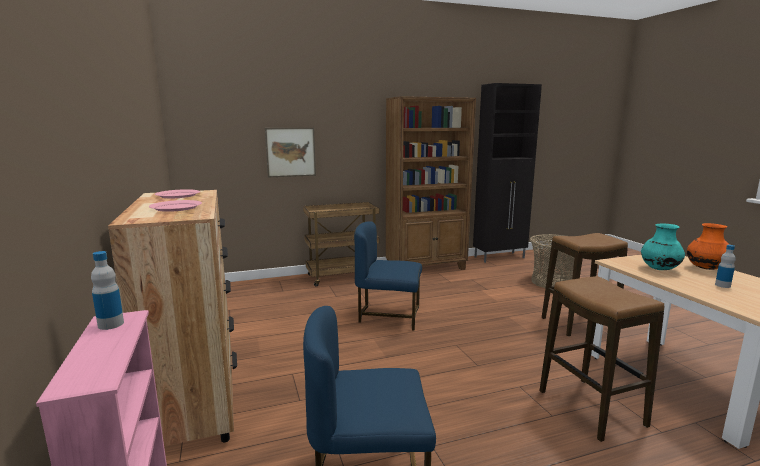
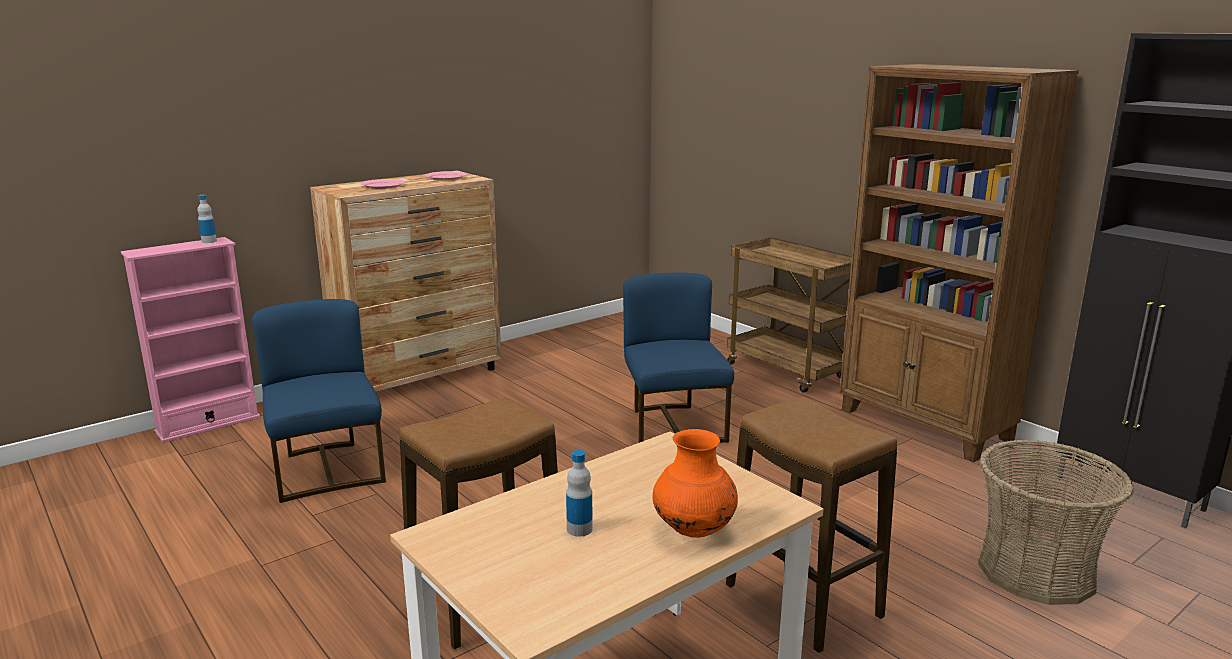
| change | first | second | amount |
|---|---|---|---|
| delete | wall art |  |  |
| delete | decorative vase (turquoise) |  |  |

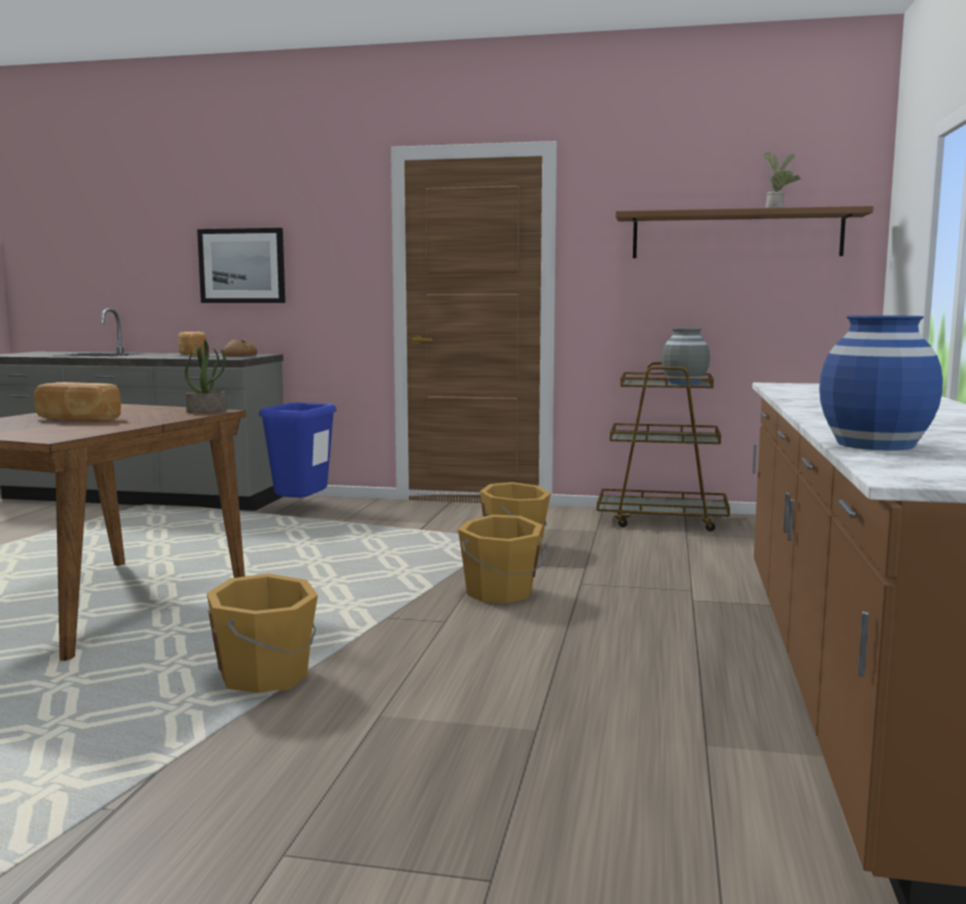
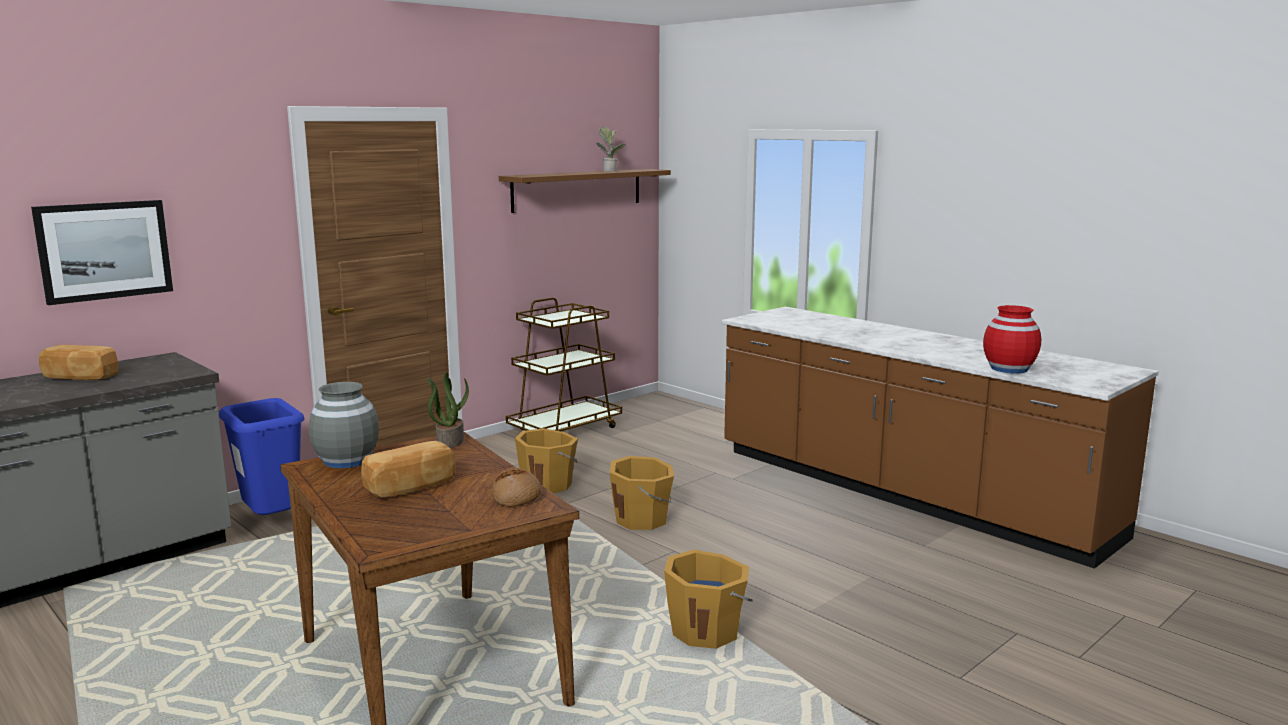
| change | first | second | amount |
|---|---|---|---|
| move | bakery bread (3rd from left) |  |  |
| move | decorative vase (gray) |  |  |
| recolor | decorative vase (blue) | decorative vase (reddish) |  |

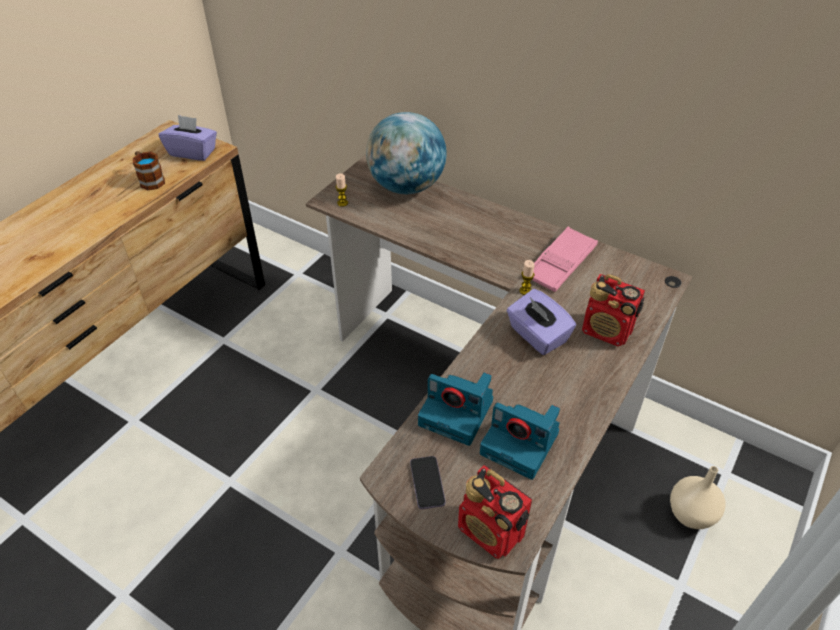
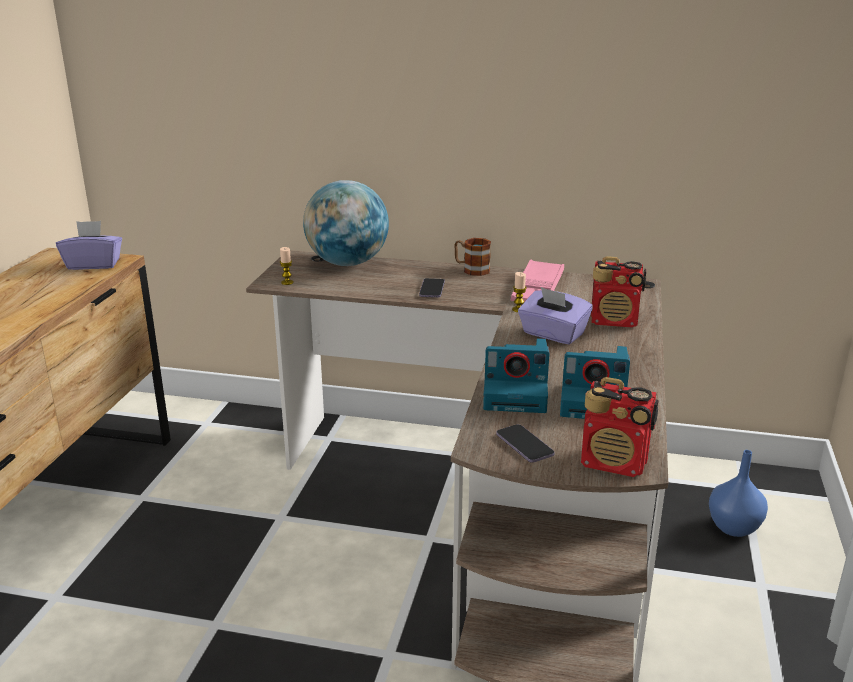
| change | first | second | amount |
|---|---|---|---|
| insert |  | telephone (1st from left) |  |
| move | tea mug |  |  |
| recolor | decorative vase (sand-coloured) | decorative vase (blue) |  |

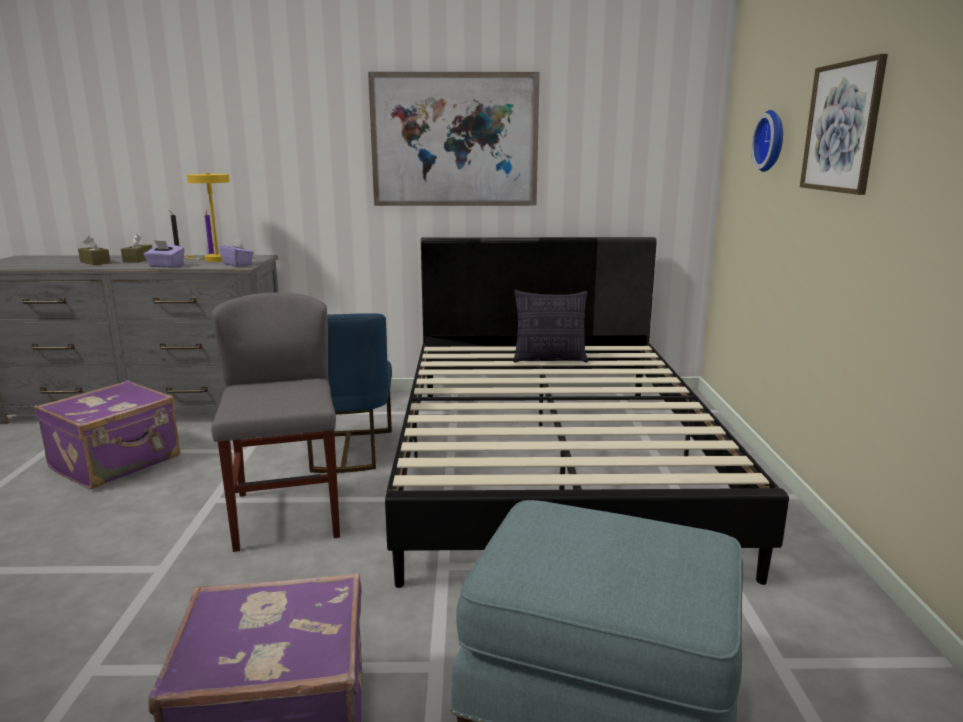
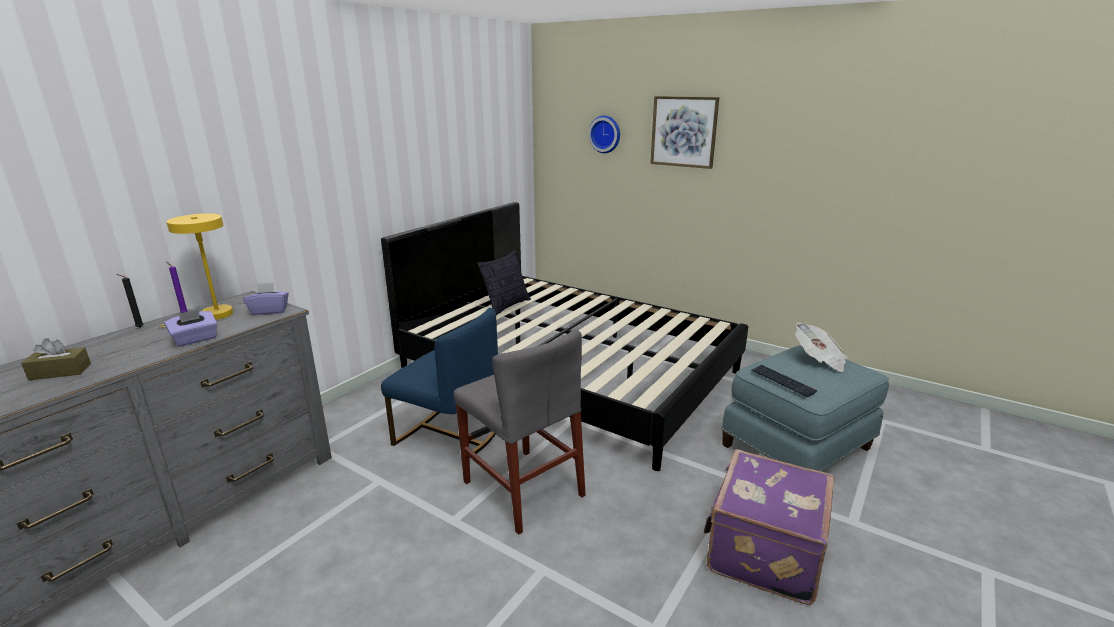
| change | first | second | amount |
|---|---|---|---|
| delete | suitcase (purple-coloured) (1st from left) |  |  |
| delete | tissue holder (brown-coloured) (2nd from left) |  |  |
| delete | wall art (1st from left) |  |  |
| insert |  | PC keyboard |  |
| insert |  | printed paper |  |
| rotate | plain chair (gray) |  | 150 degrees counterclockwise |

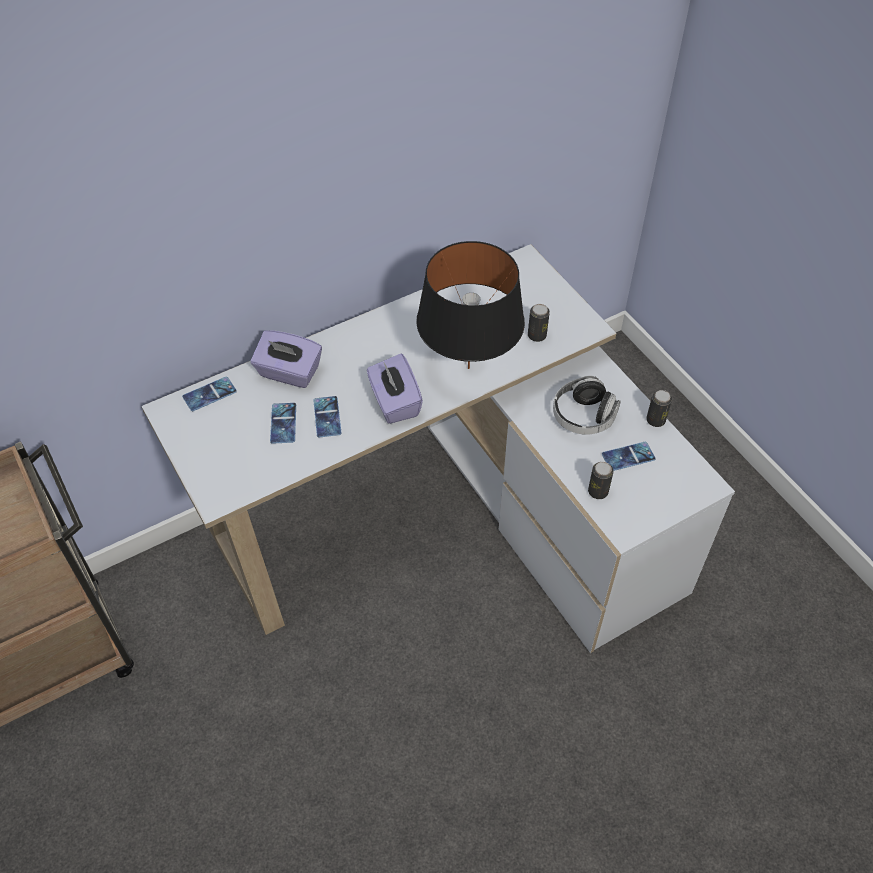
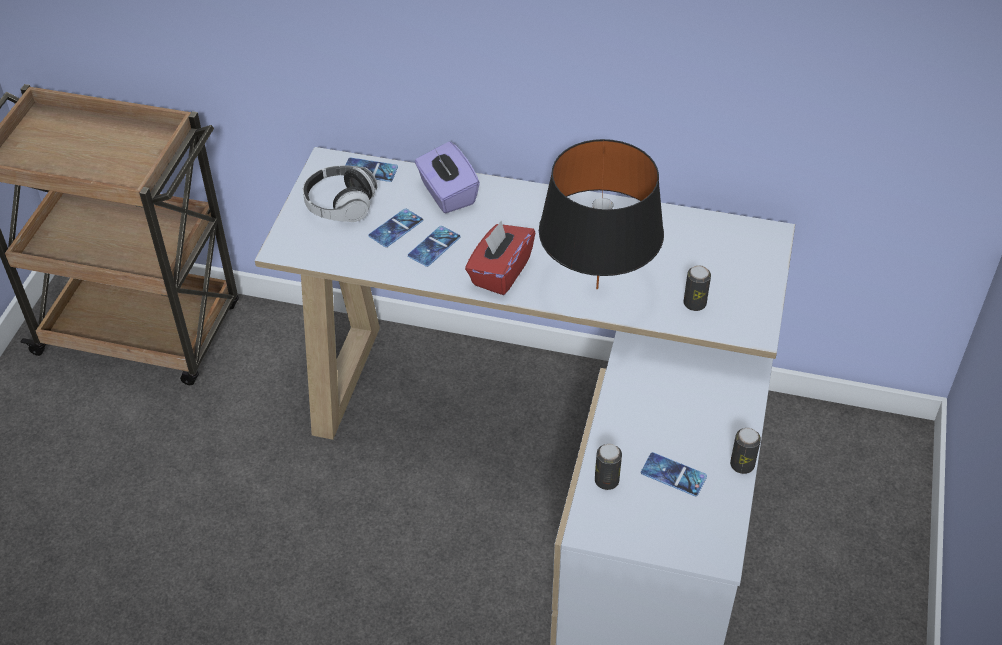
| change | first | second | amount |
|---|---|---|---|
| move | headphones |  |  |
| recolor | tissue holder (purple-coloured) (2nd from left) | tissue holder (reddish) |  |

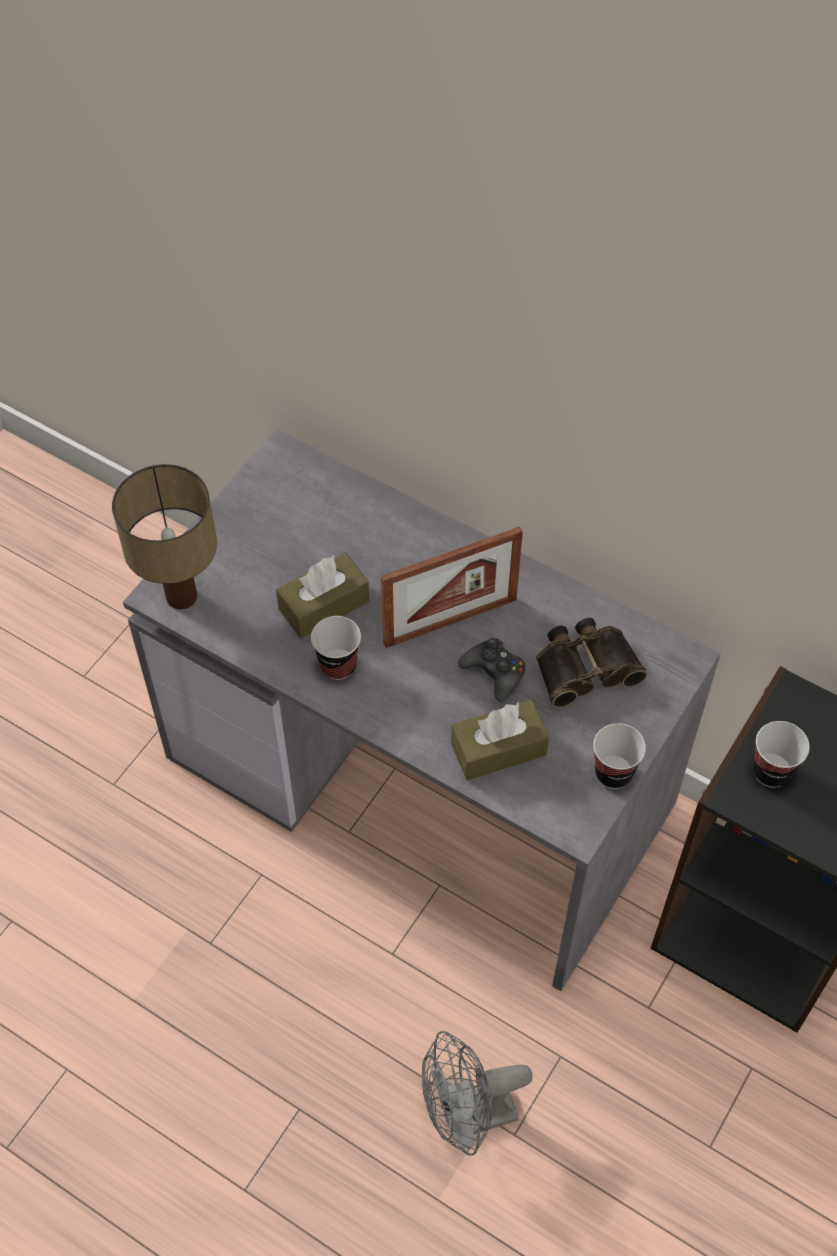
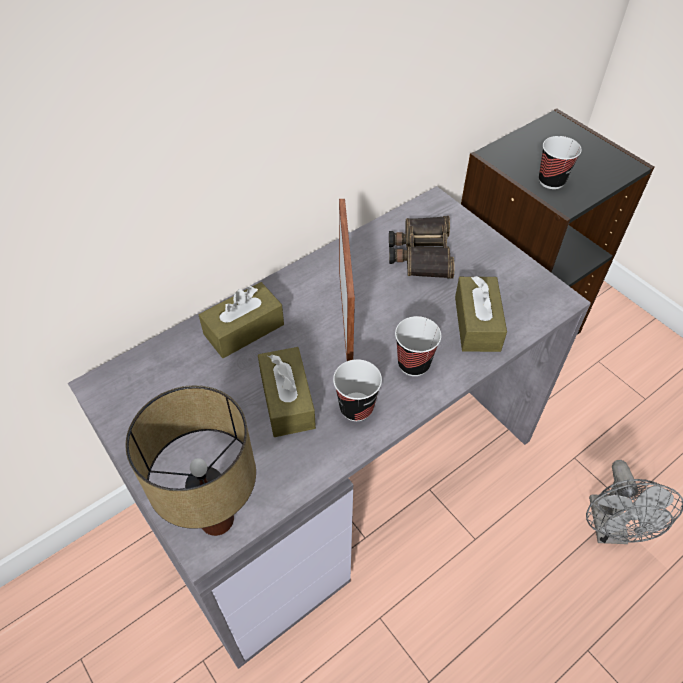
| change | first | second | amount |
|---|---|---|---|
| delete | game controller (black) |  |  |
| insert |  | tissue holder (brown-coloured) (1st from left) |  |
| move | cup (2nd from left) |  |  |

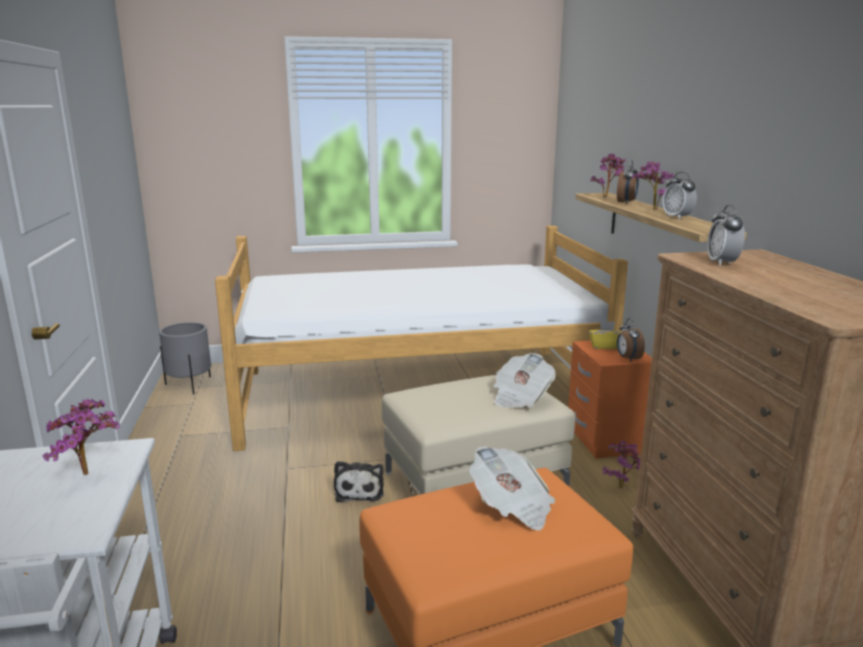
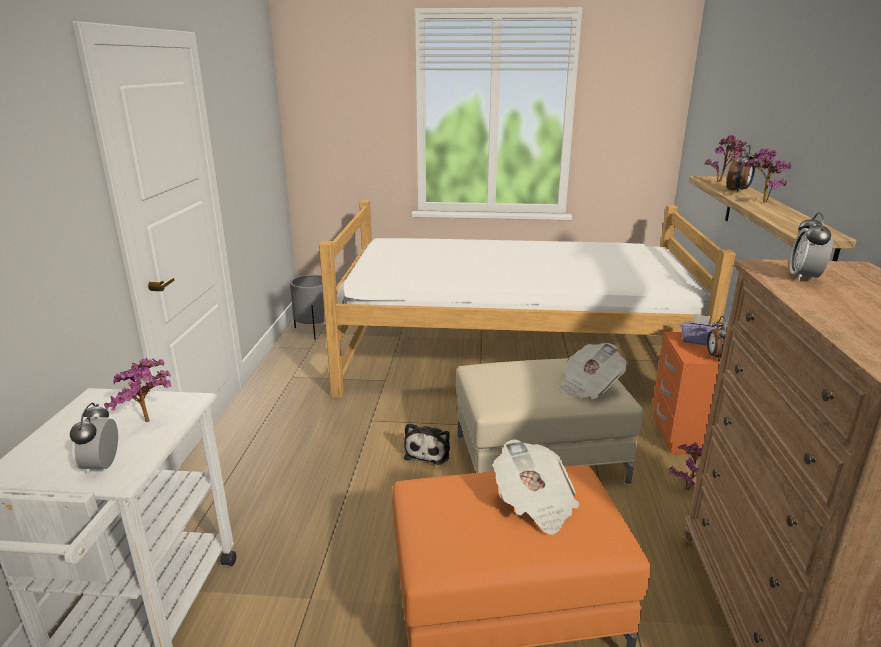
| change | first | second | amount |
|---|---|---|---|
| move | table clock (3rd from left in the first image) | table clock (1st from left) |  |
| recolor | tissue holder (yellow-coloured) | tissue holder (purple-coloured) |  |

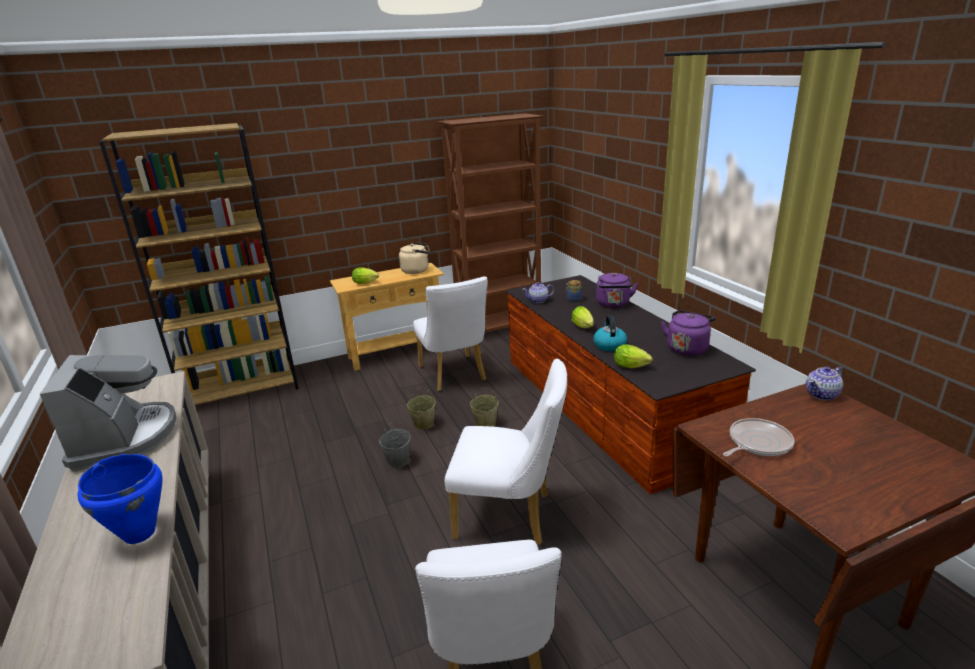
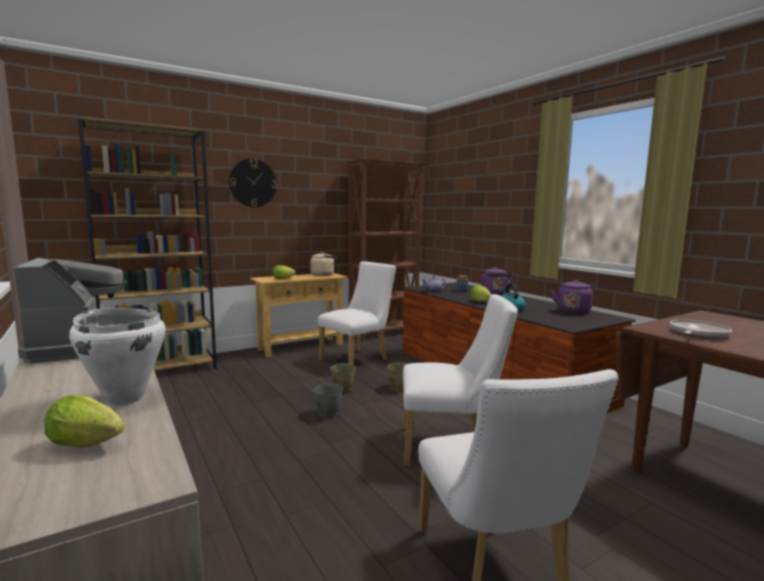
| change | first | second | amount |
|---|---|---|---|
| delete | tea pot (2nd from left) |  |  |
| insert |  | hanging clock |  |
| move | head of lettuce (3rd from left in the first image) | head of lettuce (1st from left) |  |
| recolor | stockpot (blue) | stockpot (white) |  |
| rotate | plain chair (white) (1st from left) |  | 105 degrees counterclockwise |

